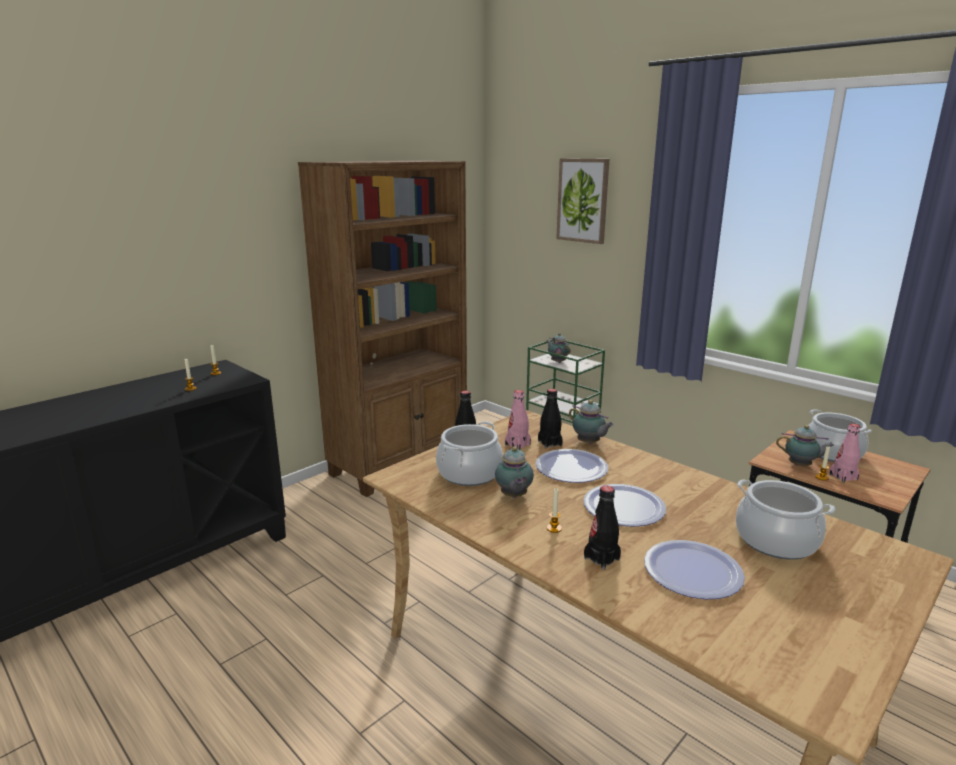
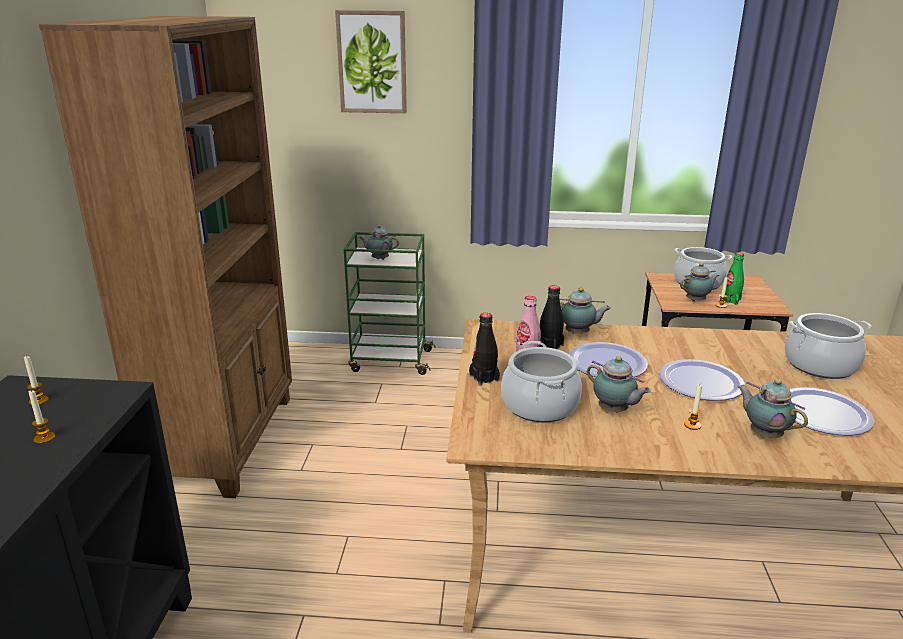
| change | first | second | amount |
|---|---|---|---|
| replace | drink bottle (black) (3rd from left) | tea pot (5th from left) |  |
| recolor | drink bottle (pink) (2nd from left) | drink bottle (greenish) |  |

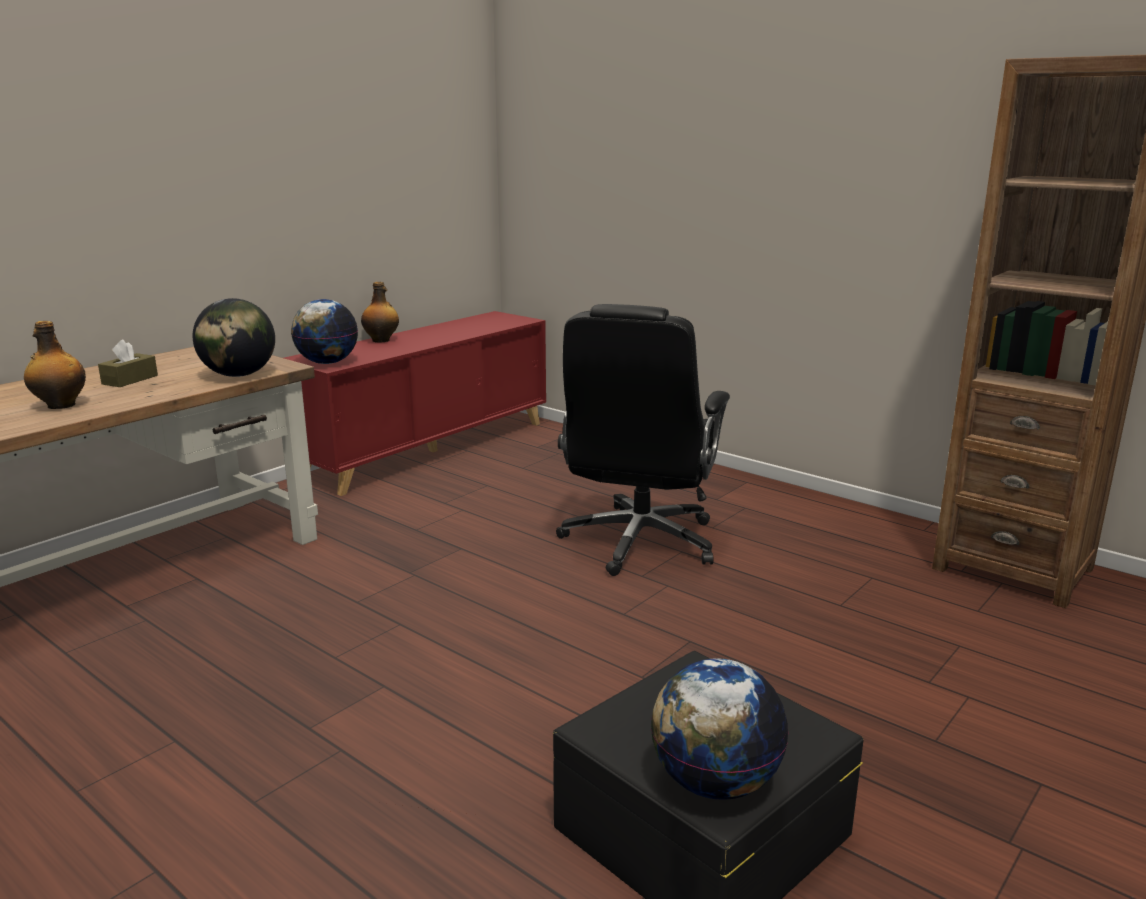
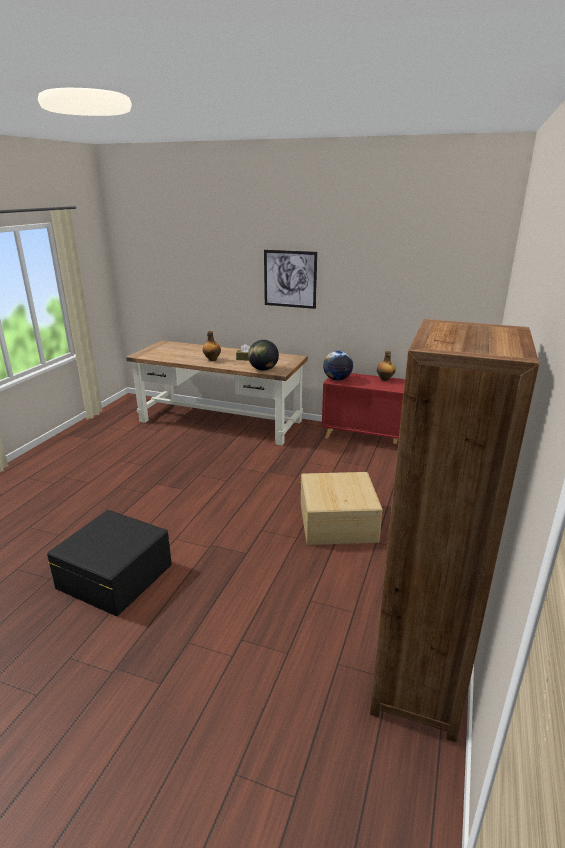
| change | first | second | amount |
|---|---|---|---|
| delete | desk globe (3rd from left) |  |  |
| insert |  | wall art |  |
| replace | office chair (black) | storage bin (sand-coloured) |  |

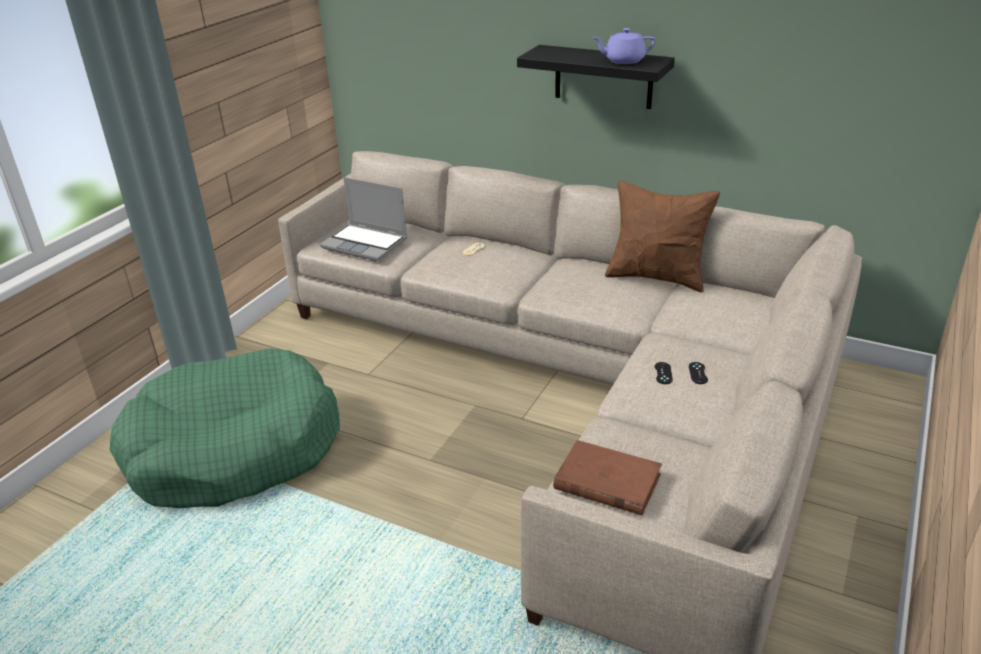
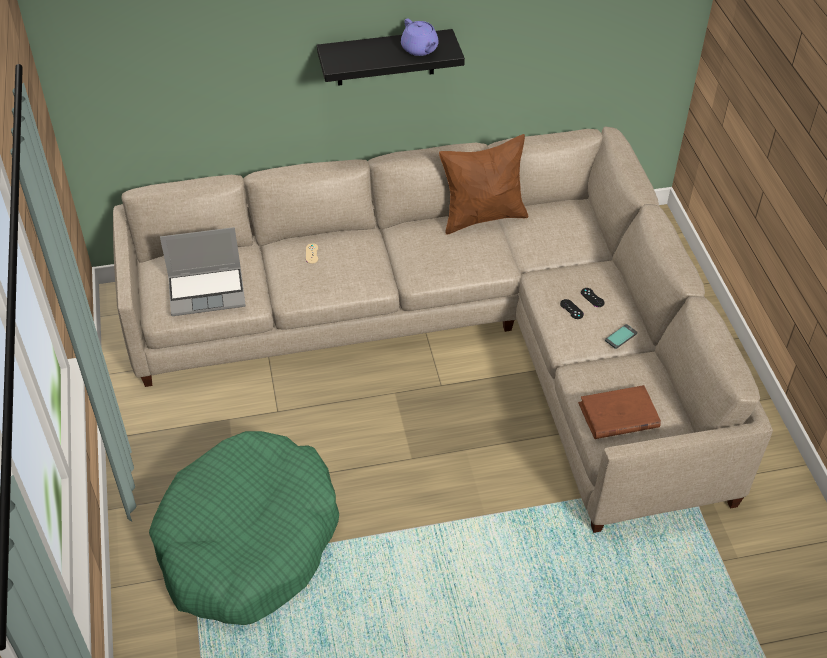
| change | first | second | amount |
|---|---|---|---|
| insert |  | telephone |  |
| rotate | tea pot (purple-coloured) |  | 75 degrees counterclockwise |

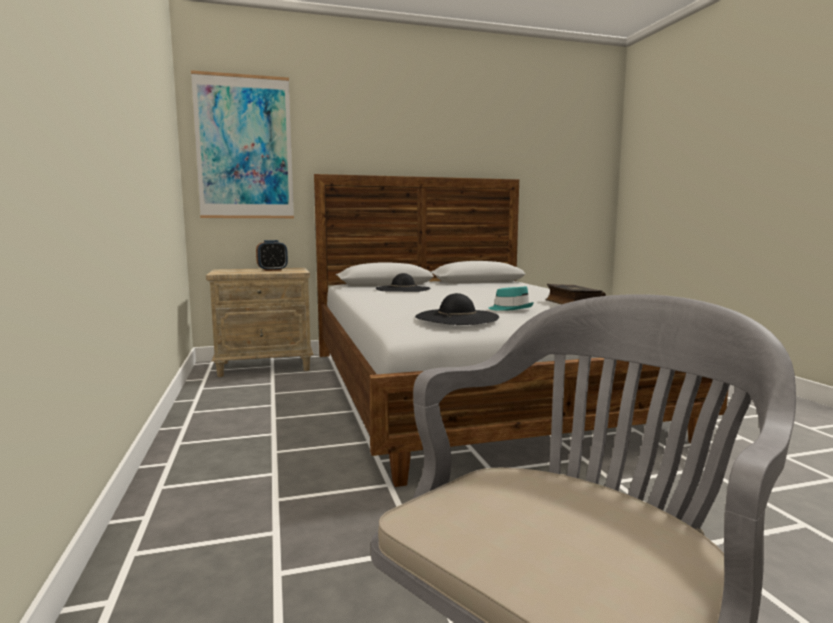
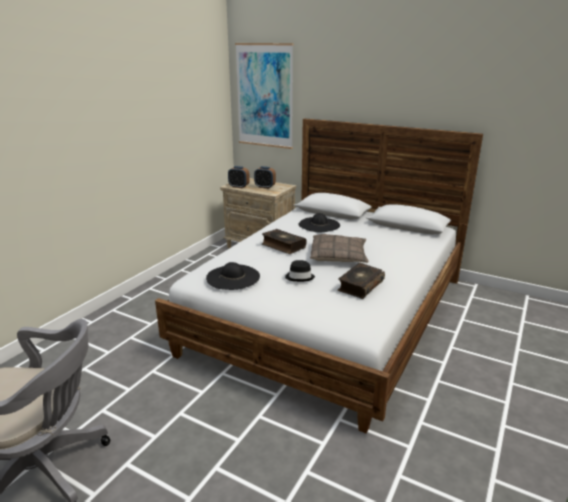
| change | first | second | amount |
|---|---|---|---|
| insert |  | table clock (1st from left) |  |
| insert |  | volume (1st from left) |  |
| insert |  | throw pillow |  |
| recolor | wearable hat (turquoise) | wearable hat (black) (2nd from left) |  |

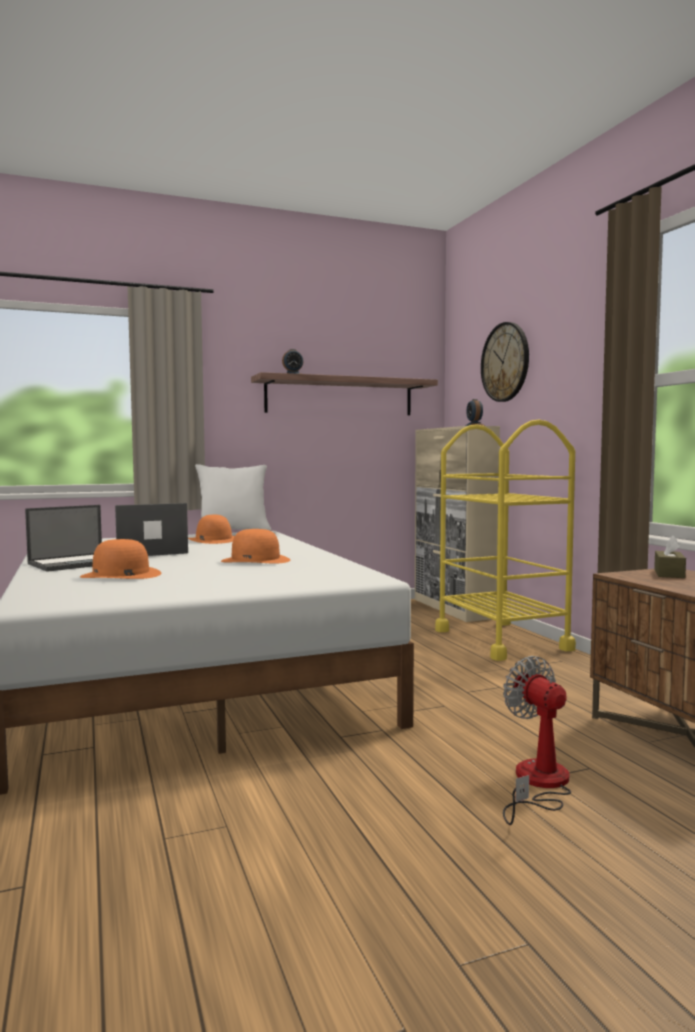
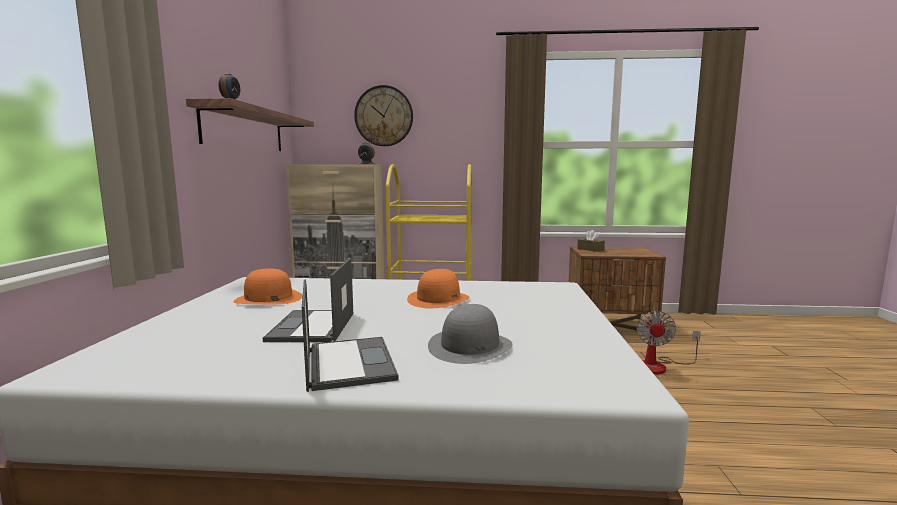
| change | first | second | amount |
|---|---|---|---|
| delete | throw pillow (white) |  |  |
| recolor | wearable hat (orangey) (1st from left) | wearable hat (gray) |  |
| rotate | cooling fan |  | 75 degrees counterclockwise |

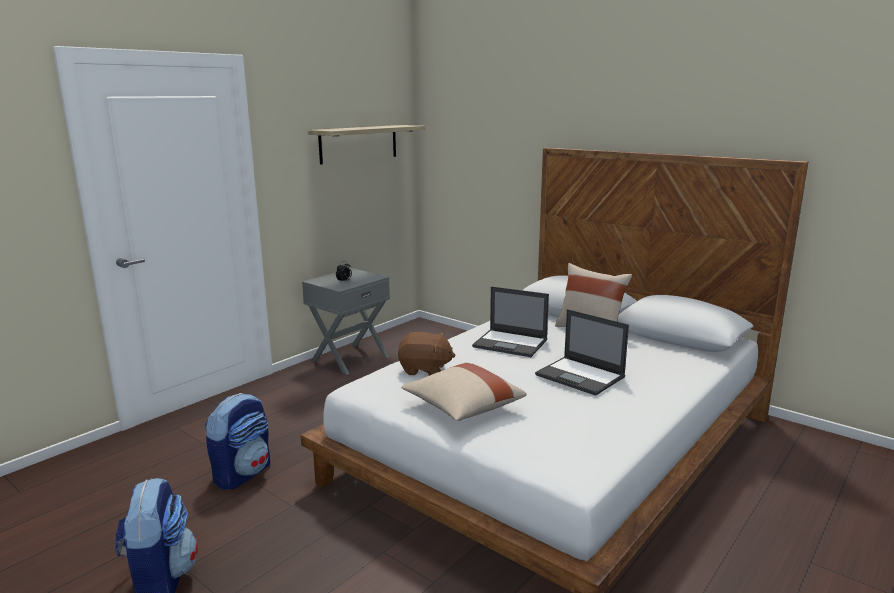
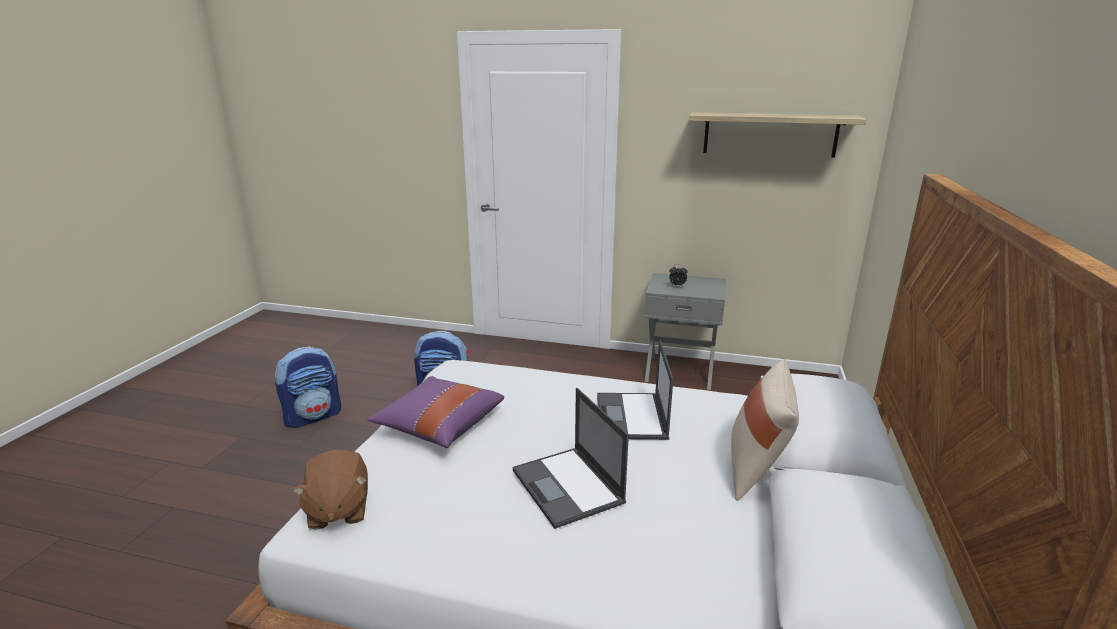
| change | first | second | amount |
|---|---|---|---|
| move | cuddly toy (brown-coloured) |  |  |
| recolor | throw pillow (sand-coloured) (1st from left) | throw pillow (purple-coloured) |  |
| rotate | notebook computer (2nd from left in the first image) | notebook computer (1st from left) | 45 degrees counterclockwise |

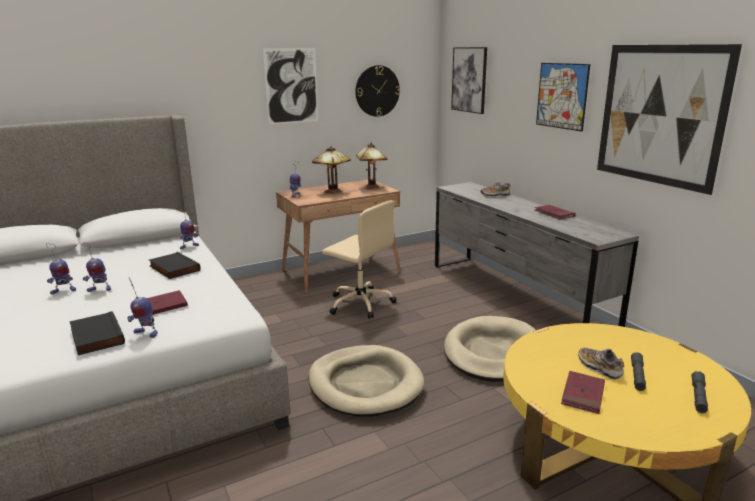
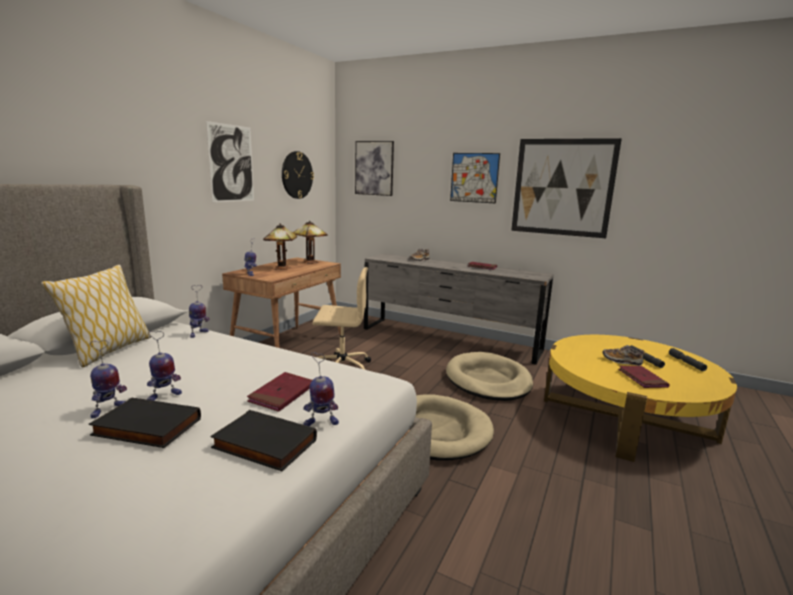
| change | first | second | amount |
|---|---|---|---|
| insert |  | throw pillow |  |
| move | volume (black) (2nd from left in the first image) | volume (black) (1st from left) |  |

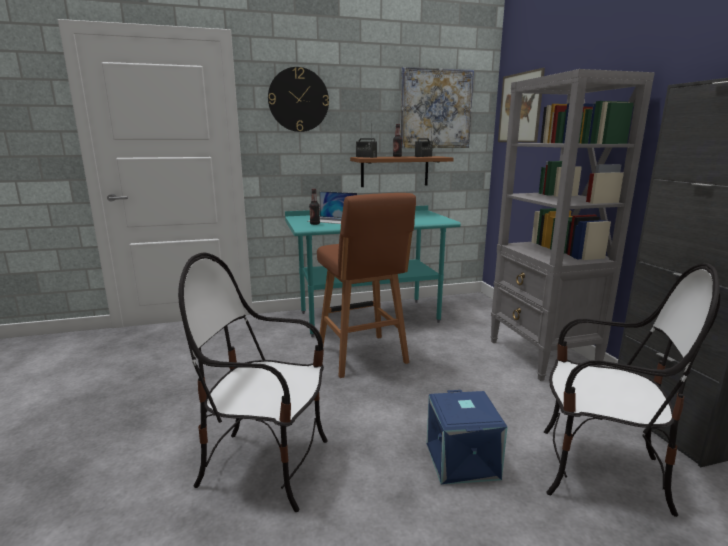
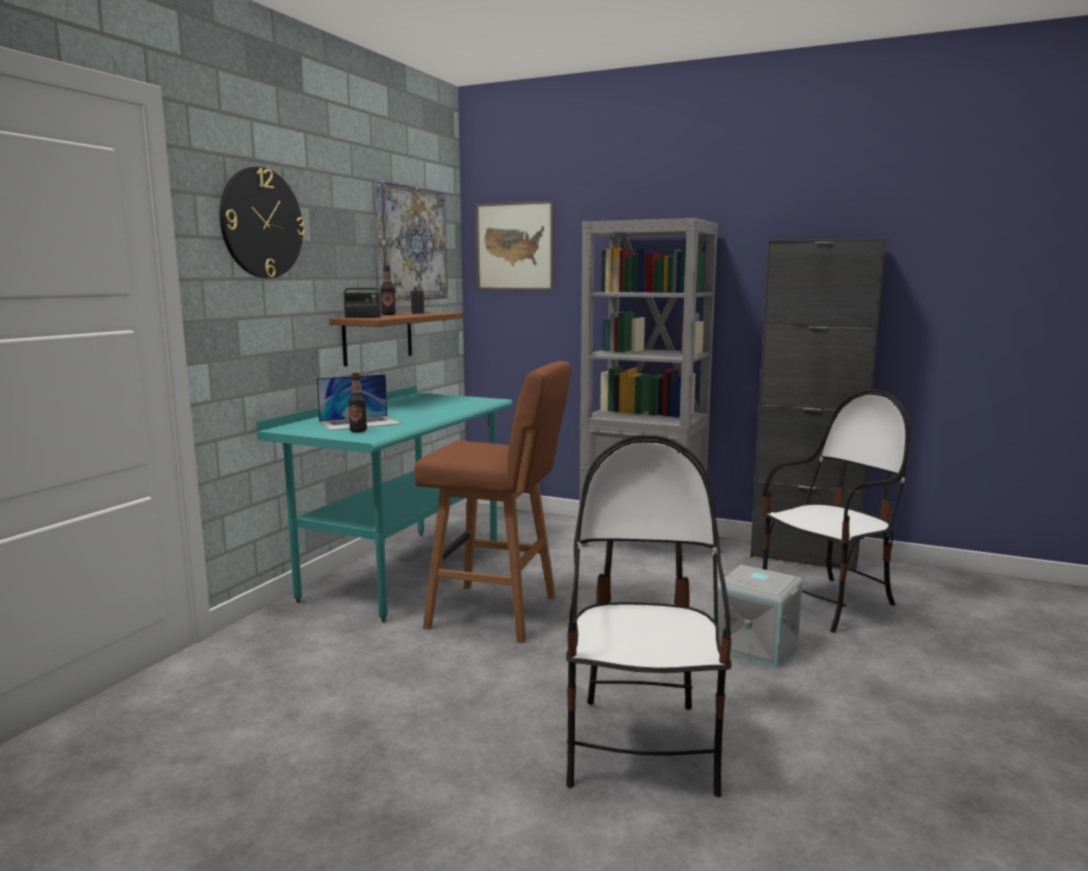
| change | first | second | amount |
|---|---|---|---|
| recolor | storage bin (blue) | storage bin (gray) |  |
| rotate | plain chair (1st from left) |  | 135 degrees clockwise |

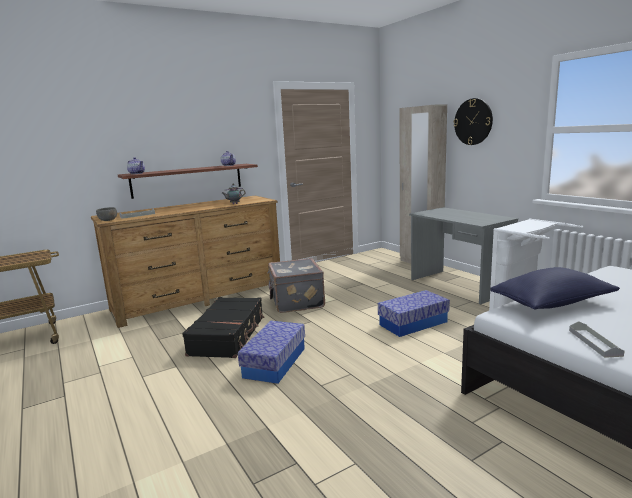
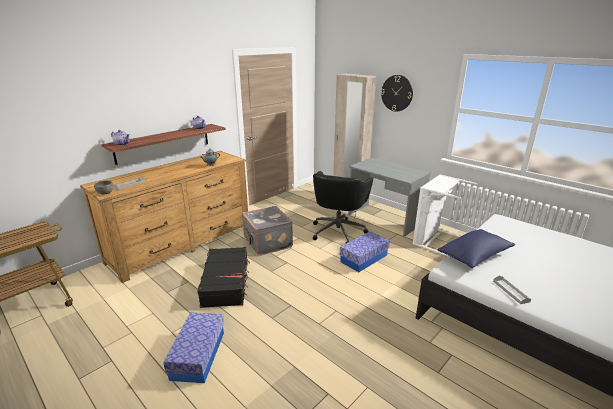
| change | first | second | amount |
|---|---|---|---|
| insert |  | office chair (black) |  |
| move | storage bin (1st from left) |  |  |

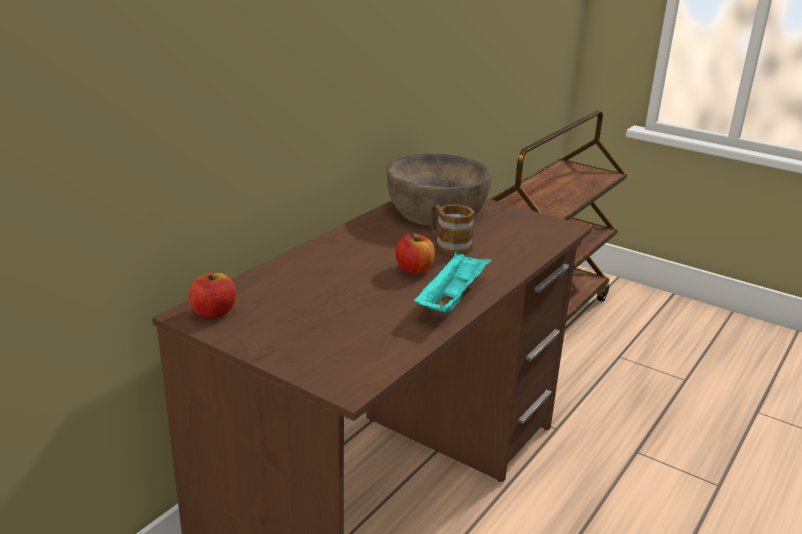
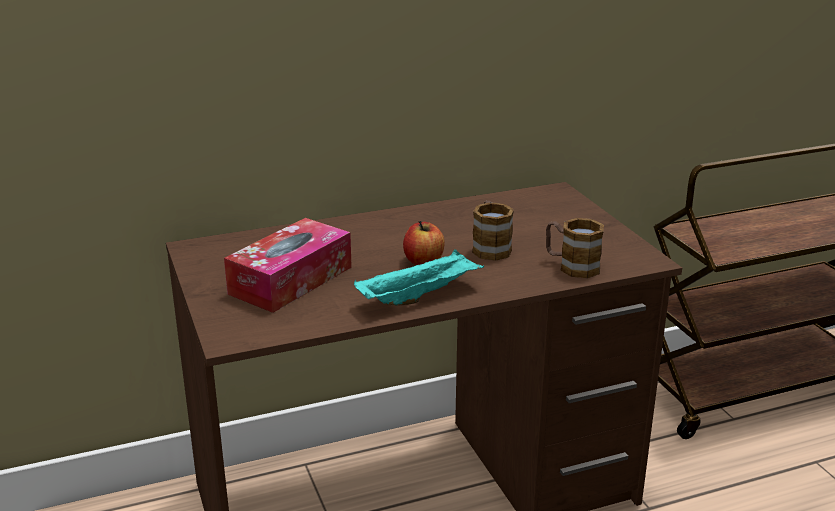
| change | first | second | amount |
|---|---|---|---|
| delete | apple fruit (1st from left) |  |  |
| delete | serving bowl (brown-coloured) |  |  |
| insert |  | tissue holder |  |
| insert |  | tea mug (2nd from left) |  |

